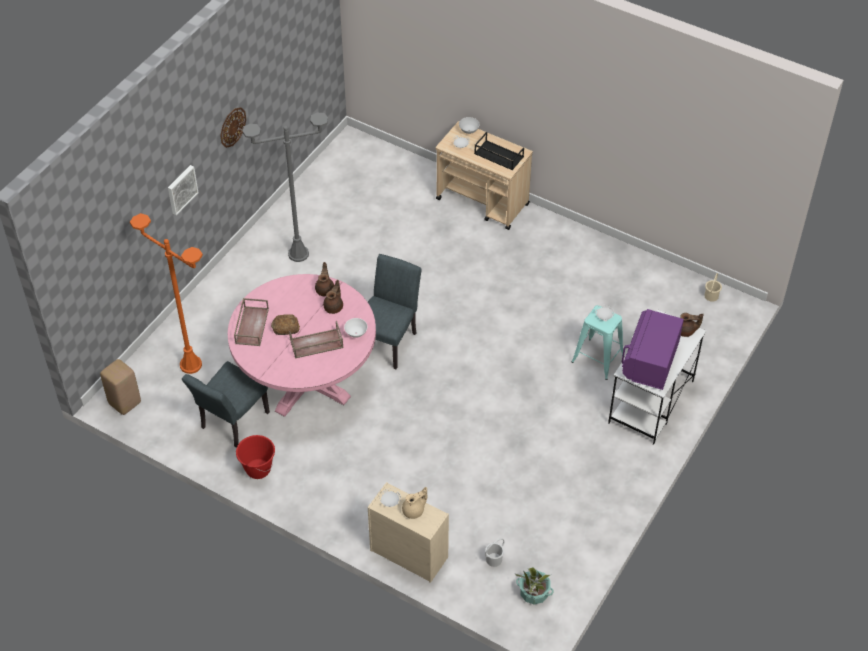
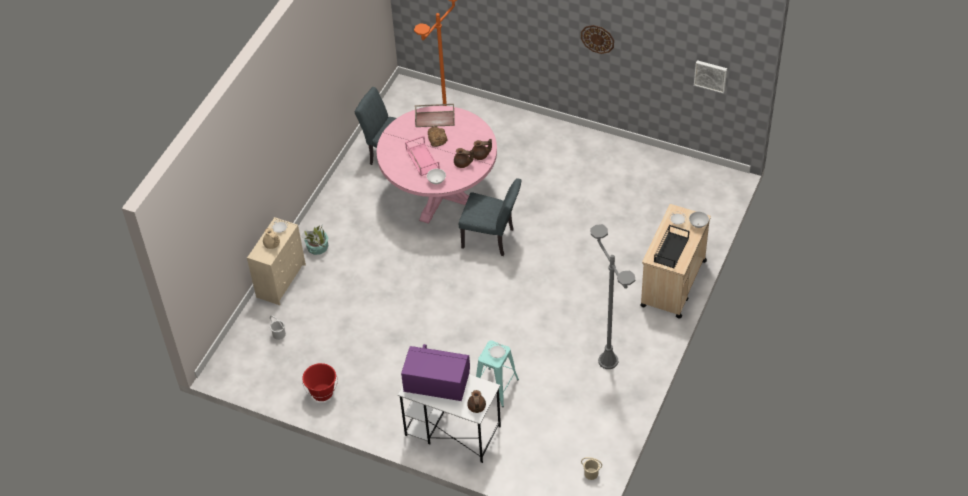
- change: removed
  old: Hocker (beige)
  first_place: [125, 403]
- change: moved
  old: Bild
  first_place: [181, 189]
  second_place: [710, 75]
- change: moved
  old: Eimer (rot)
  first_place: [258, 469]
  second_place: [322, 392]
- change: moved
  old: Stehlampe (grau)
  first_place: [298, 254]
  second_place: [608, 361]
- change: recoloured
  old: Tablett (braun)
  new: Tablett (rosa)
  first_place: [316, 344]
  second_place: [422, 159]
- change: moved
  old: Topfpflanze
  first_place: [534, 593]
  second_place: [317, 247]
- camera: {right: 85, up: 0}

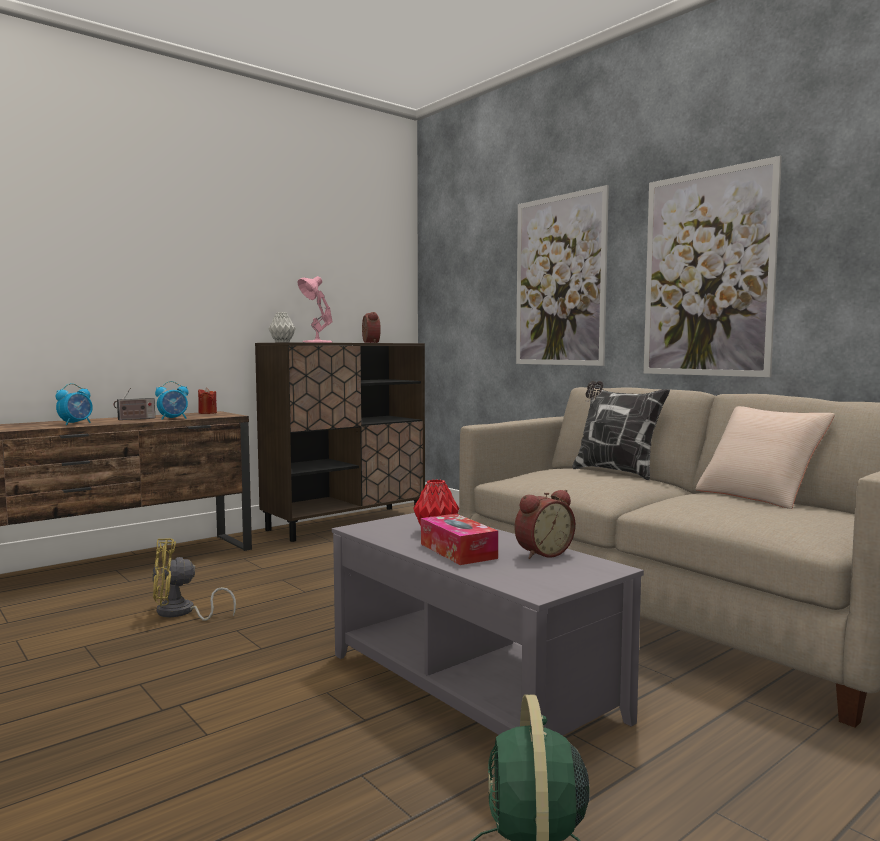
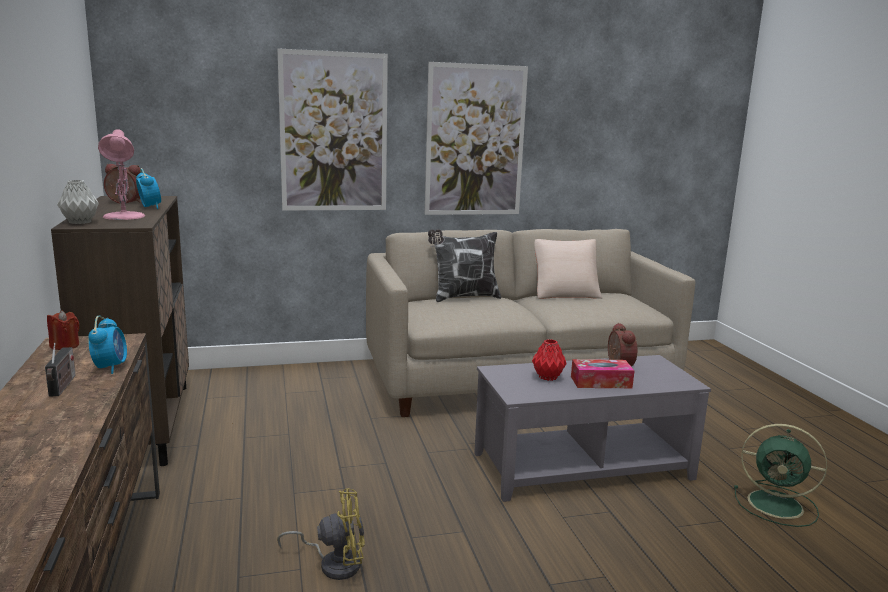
- change: moved
  old: Wecker
  first_place: [76, 423]
  second_place: [150, 207]
- change: turned
  old: Ventilator (gelb)
  first_place: [181, 613]
  second_place: [334, 563]
  degrees: -105
- camera: {right: -65, up: 10}

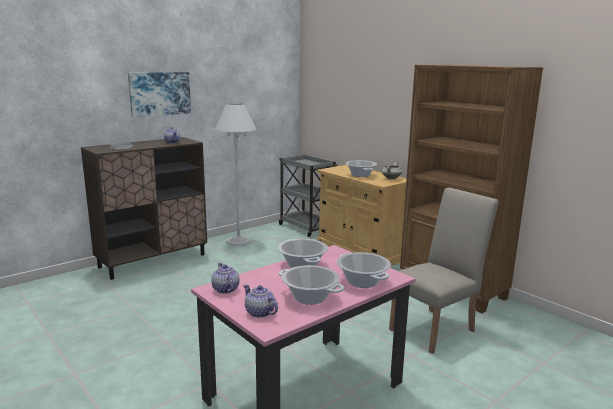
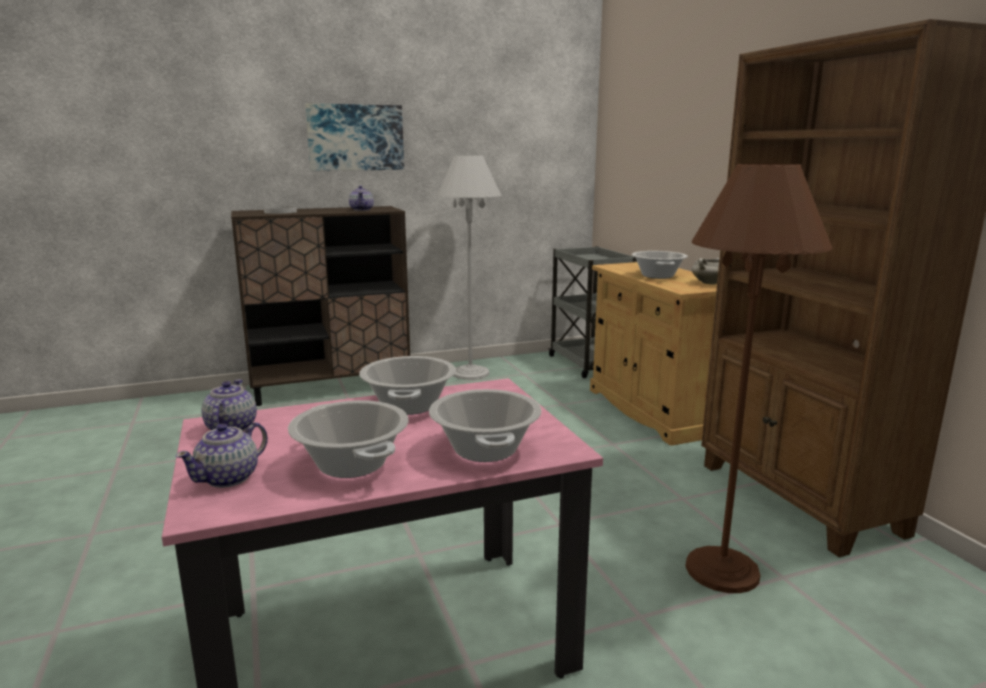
- change: turned
  old: Teekanne
  first_place: [260, 313]
  second_place: [229, 478]
  degrees: -120
- change: replaced
  old: Stuhl (beige)
  new: Stehlampe (braun)
  first_place: [436, 328]
  second_place: [722, 570]
- camera: {right: 20, up: 0}

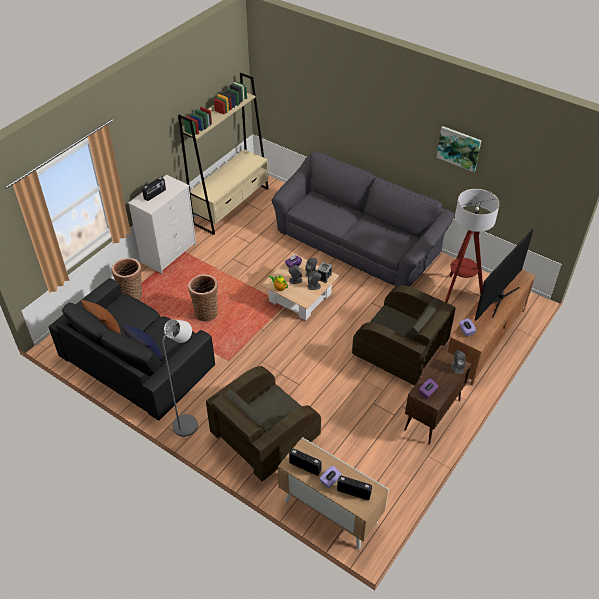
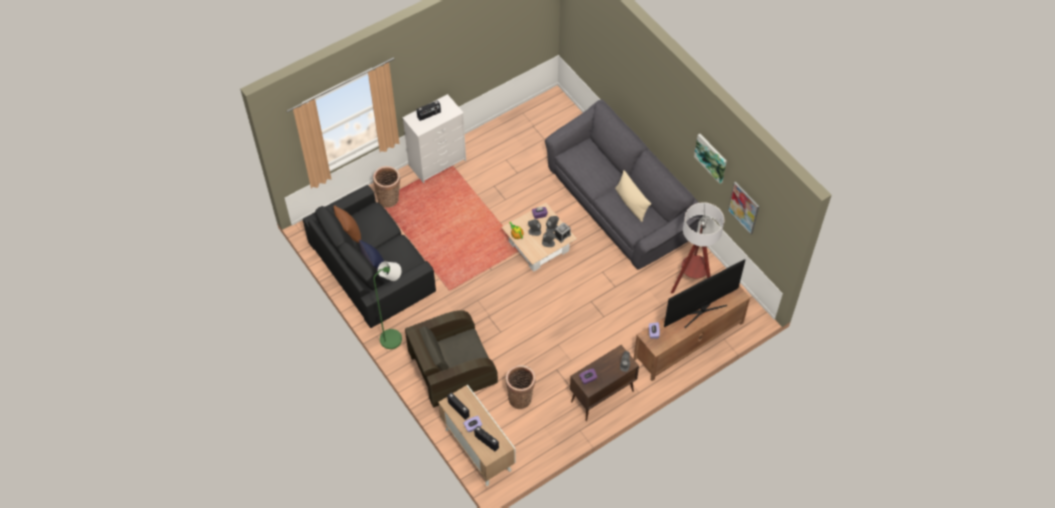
- change: recoloured
  old: Stehlampe (grau)
  new: Stehlampe (grün)
  first_place: [188, 422]
  second_place: [394, 337]
- change: removed
  old: Bücherregal (beige)
  first_place: [231, 206]
- change: moved
  old: Korb
  first_place: [206, 312]
  second_place: [520, 397]
- change: removed
  old: Sessel (braun)
  first_place: [401, 350]
- change: added
  new: Kissen (beige)
  second_place: [631, 203]
- change: added
  new: Bild
  second_place: [744, 207]
- camera: {right: 20, up: 10}

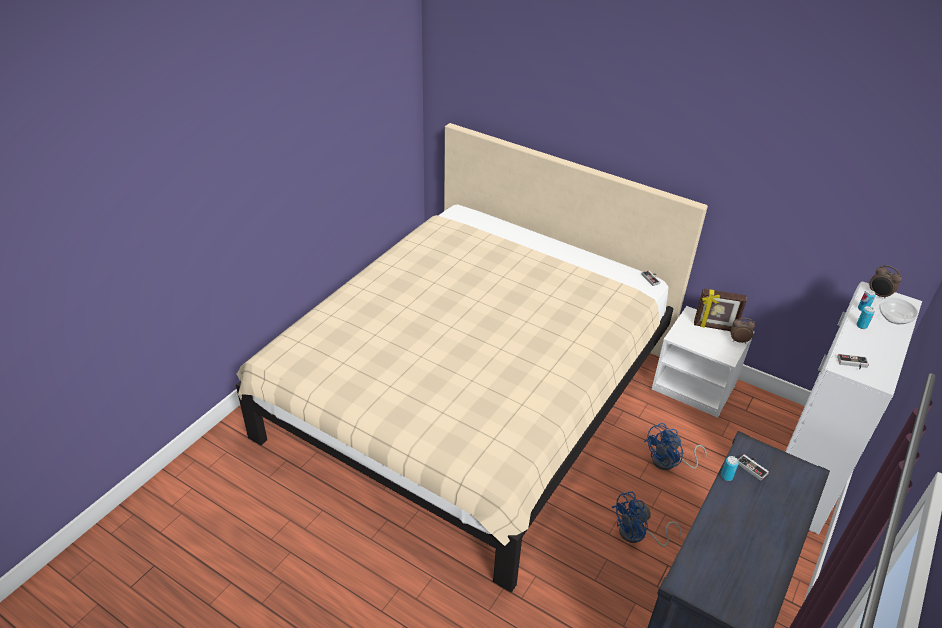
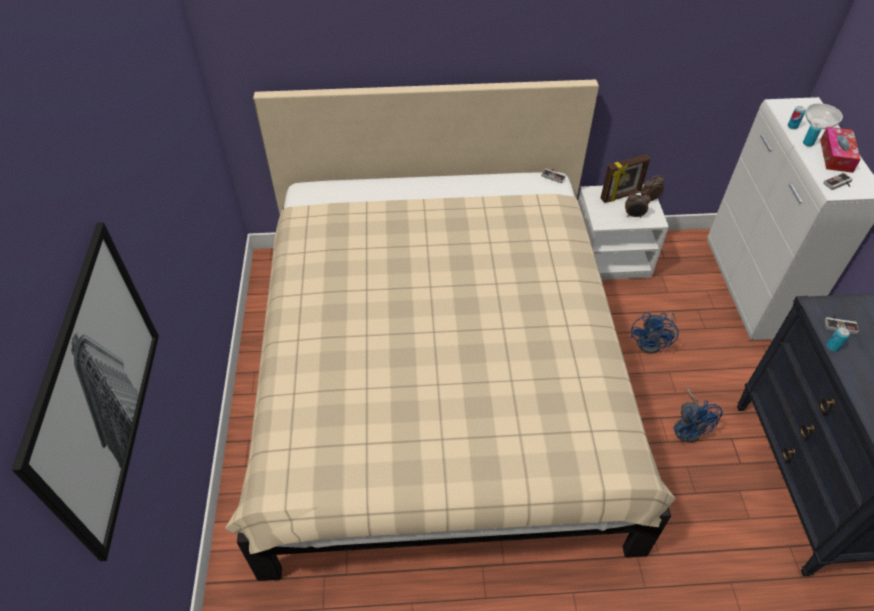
- change: turned
  old: Ventilator (blau)
  first_place: [637, 535]
  second_place: [688, 427]
  degrees: -45
- change: moved
  old: Wecker
  first_place: [878, 295]
  second_place: [634, 215]
- change: added
  new: Bild
  second_place: [98, 388]
- change: added
  new: Taschentuchbox
  second_place: [836, 156]
- camera: {right: -35, up: 10}

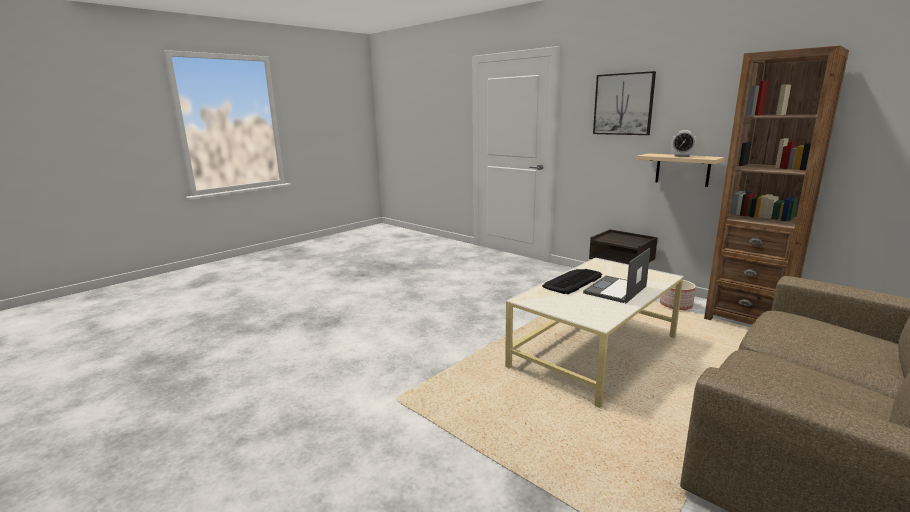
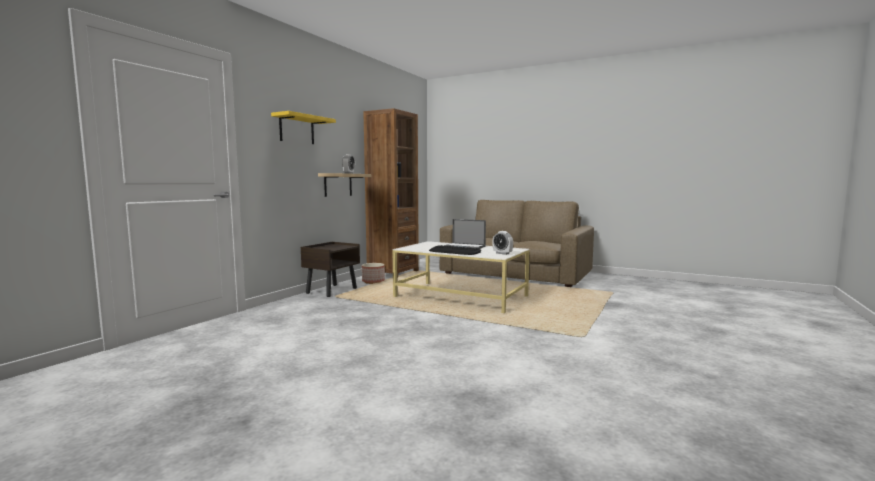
- change: replaced
  old: Bild
  new: Wandregal (gelb)
  first_place: [623, 104]
  second_place: [297, 129]
- change: added
  new: Wecker
  second_place: [502, 253]
- camera: {right: -105, up: -10}

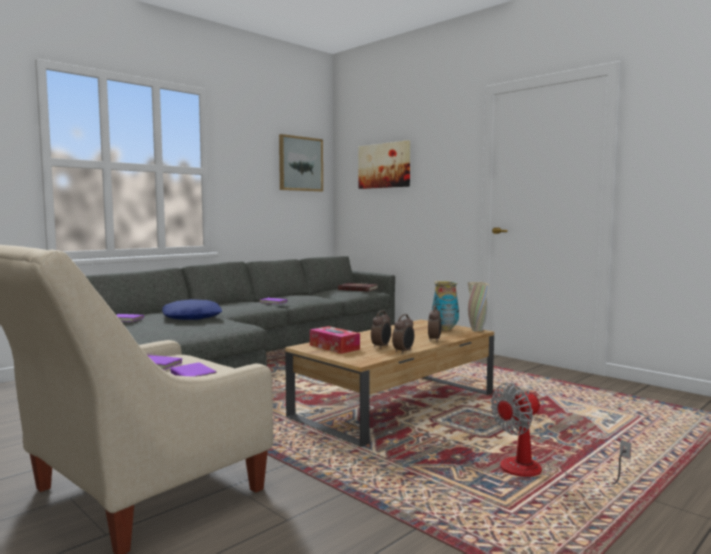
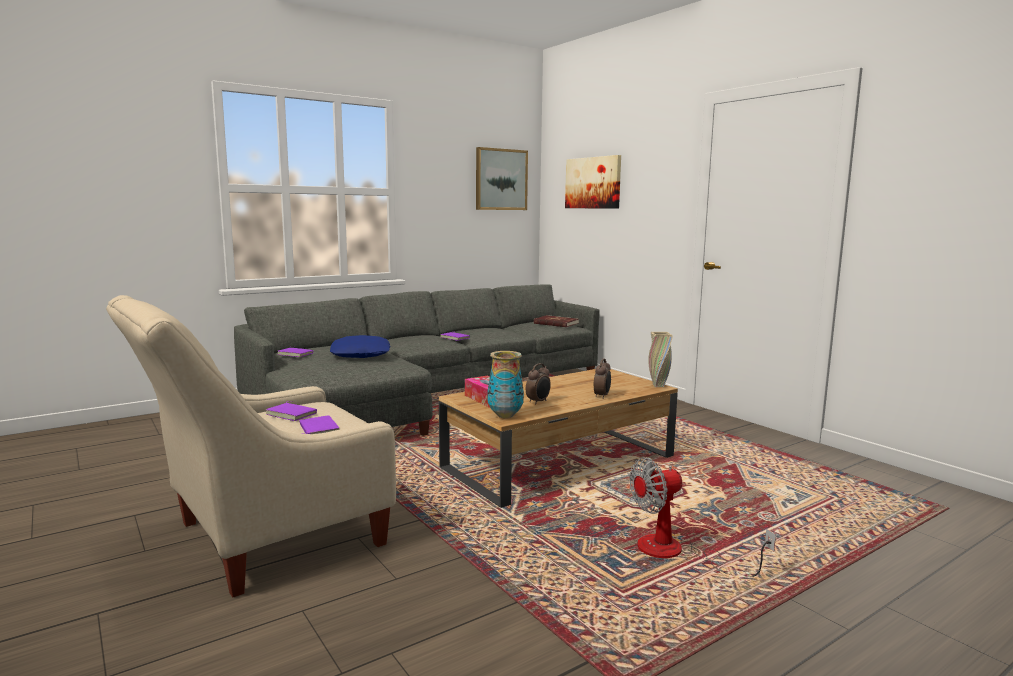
- change: removed
  old: Wecker
  first_place: [404, 352]
- change: moved
  old: Vase
  first_place: [444, 329]
  second_place: [505, 415]
- camera: {right: 10, up: 5}

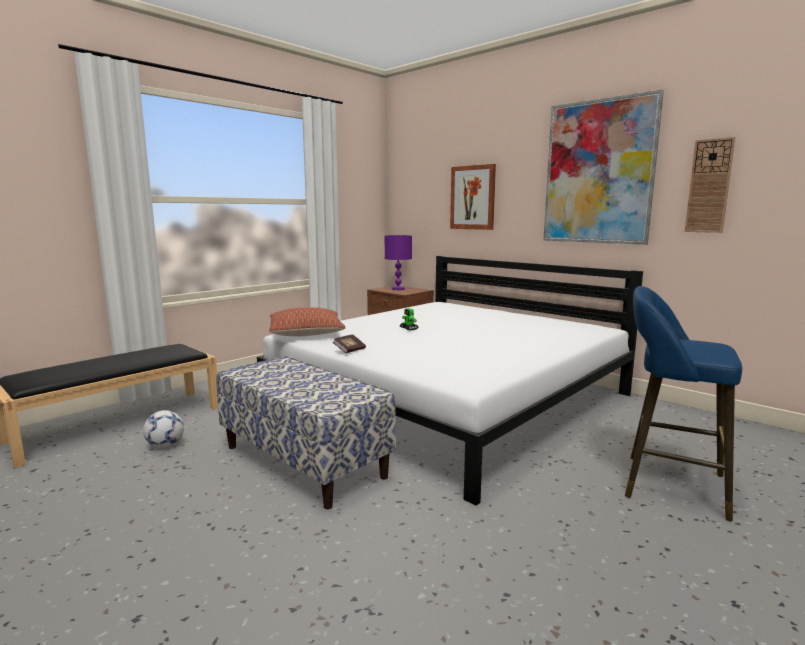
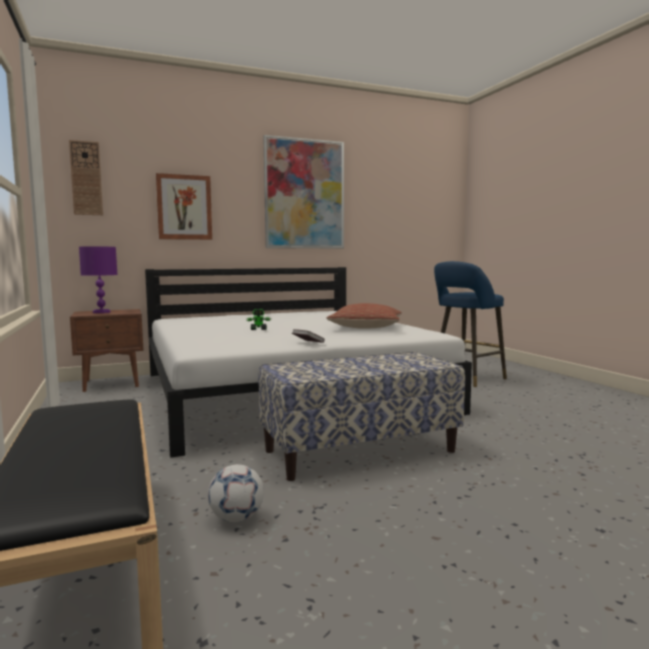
- change: moved
  old: Kissen
  first_place: [306, 333]
  second_place: [366, 327]
- change: moved
  old: Wanduhr
  first_place: [709, 186]
  second_place: [86, 178]
- camera: {right: -65, up: -5}

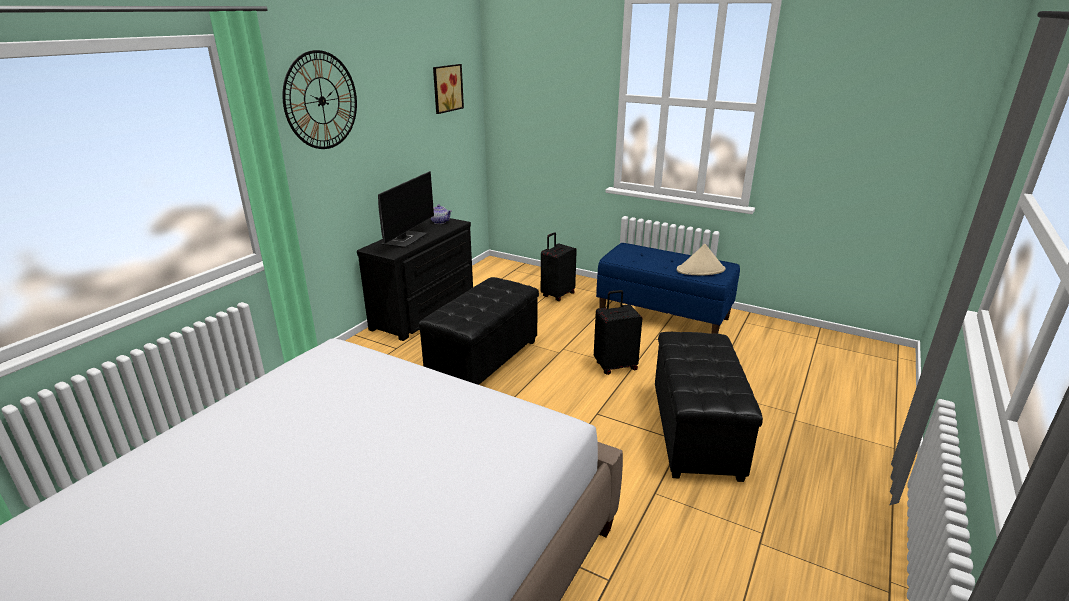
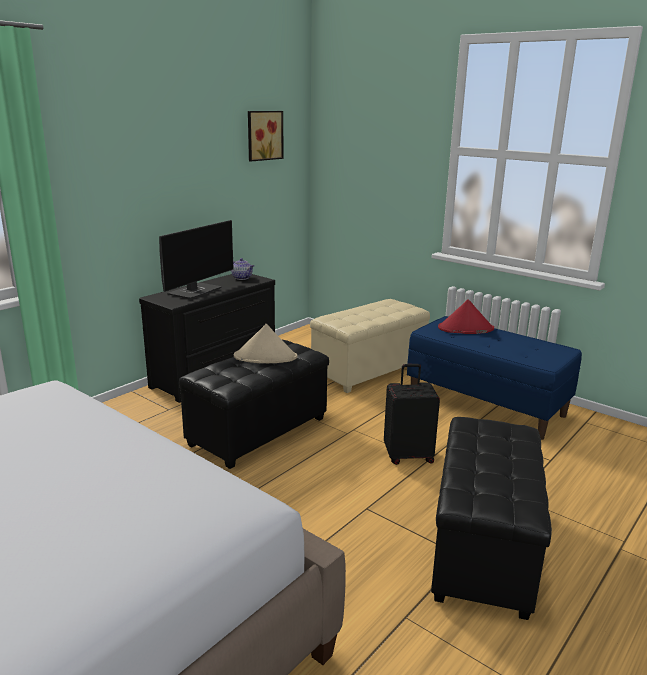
- change: removed
  old: Wanduhr
  first_place: [321, 100]
- change: replaced
  old: Koffer (schwarz)
  new: Polsterhocker (beige)
  first_place: [557, 295]
  second_place: [368, 371]
- change: moved
  old: Hut (beige)
  first_place: [701, 270]
  second_place: [265, 357]
- change: added
  new: Hut (rot)
  second_place: [465, 328]
- camera: {right: 10, up: -5}

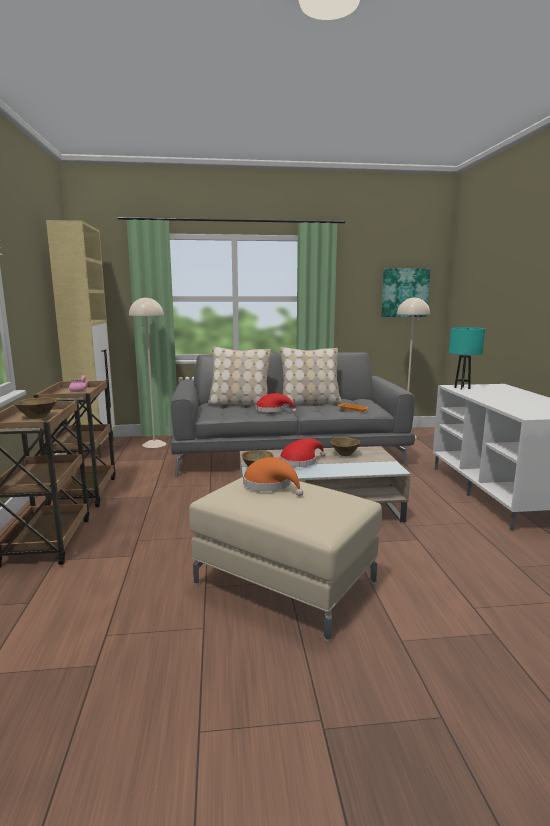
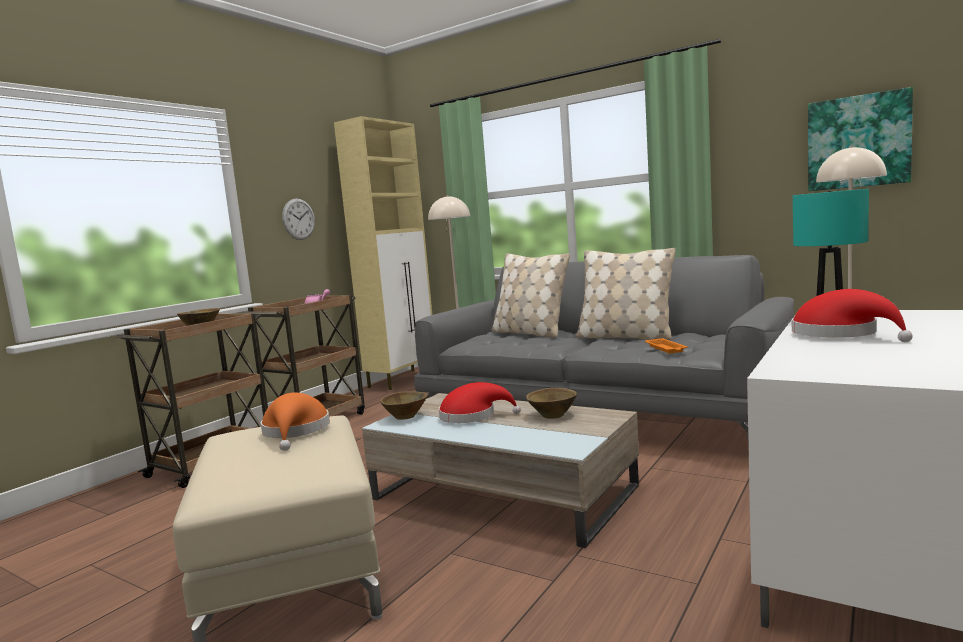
- change: moved
  old: Hut (rot)
  first_place: [272, 410]
  second_place: [840, 334]
- change: added
  new: Wanduhr
  second_place: [298, 219]
- camera: {right: 40, up: -5}

